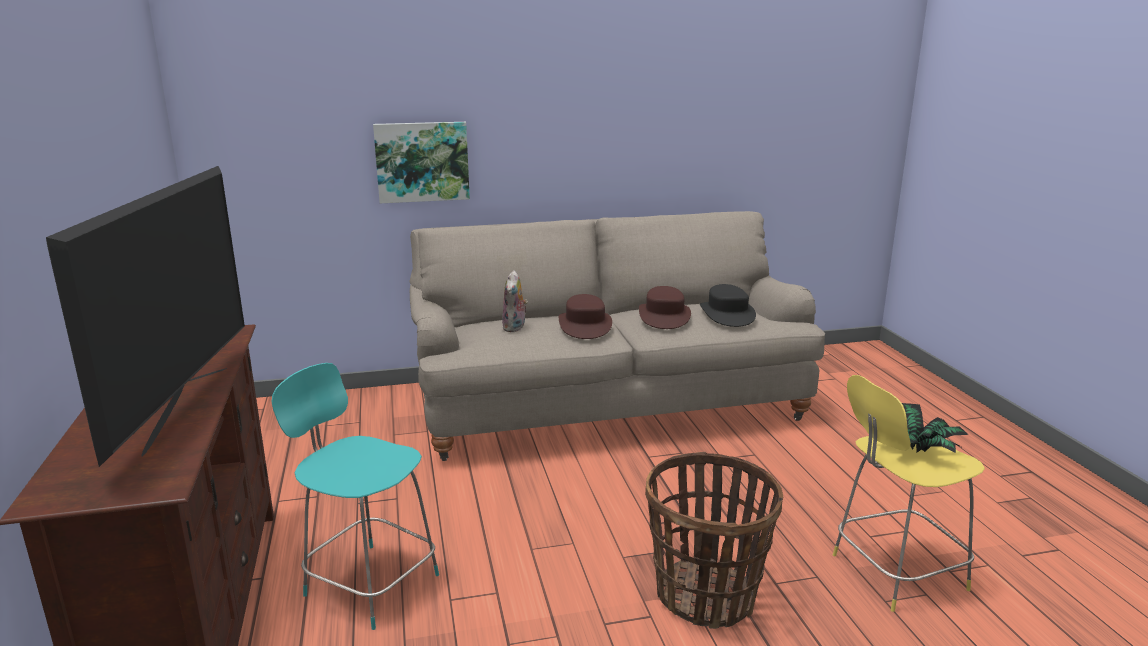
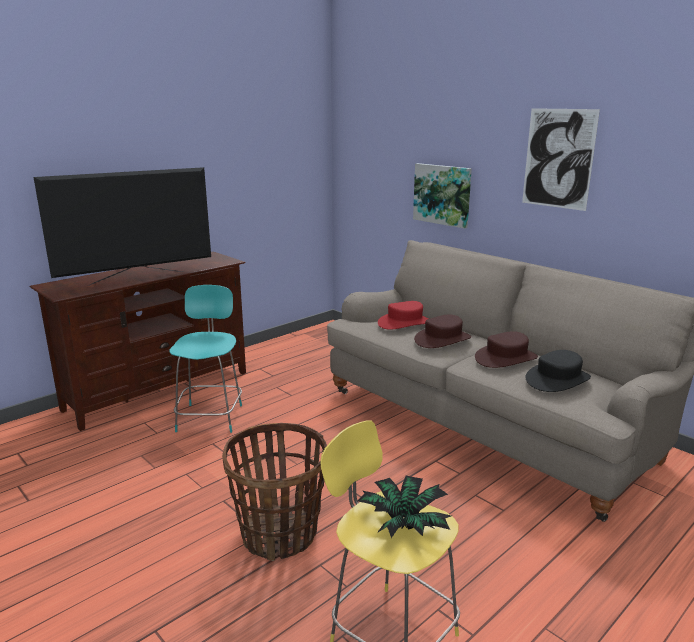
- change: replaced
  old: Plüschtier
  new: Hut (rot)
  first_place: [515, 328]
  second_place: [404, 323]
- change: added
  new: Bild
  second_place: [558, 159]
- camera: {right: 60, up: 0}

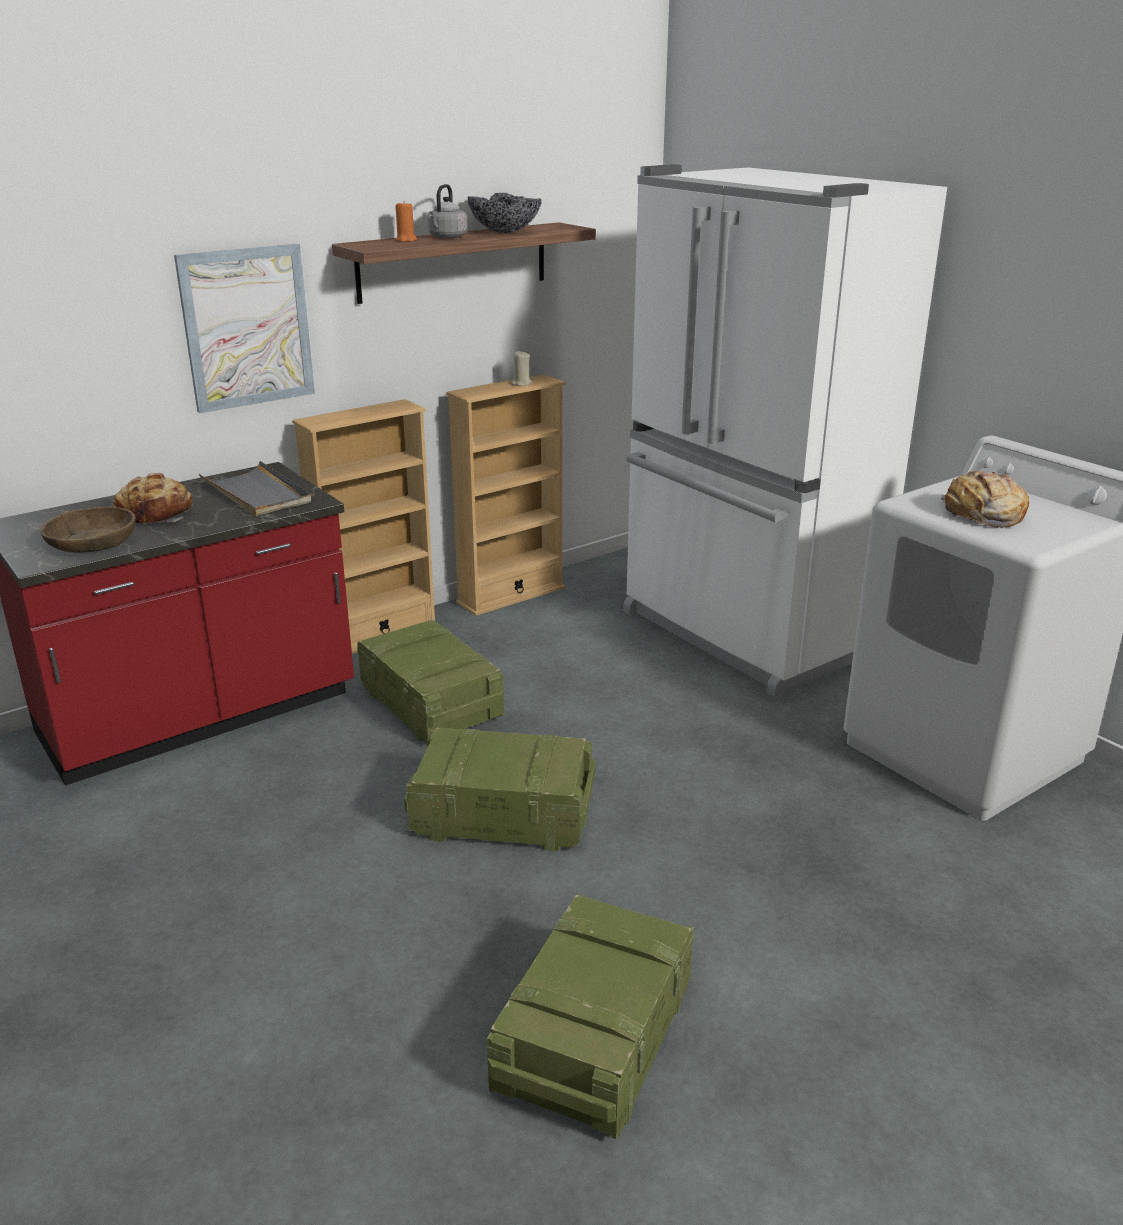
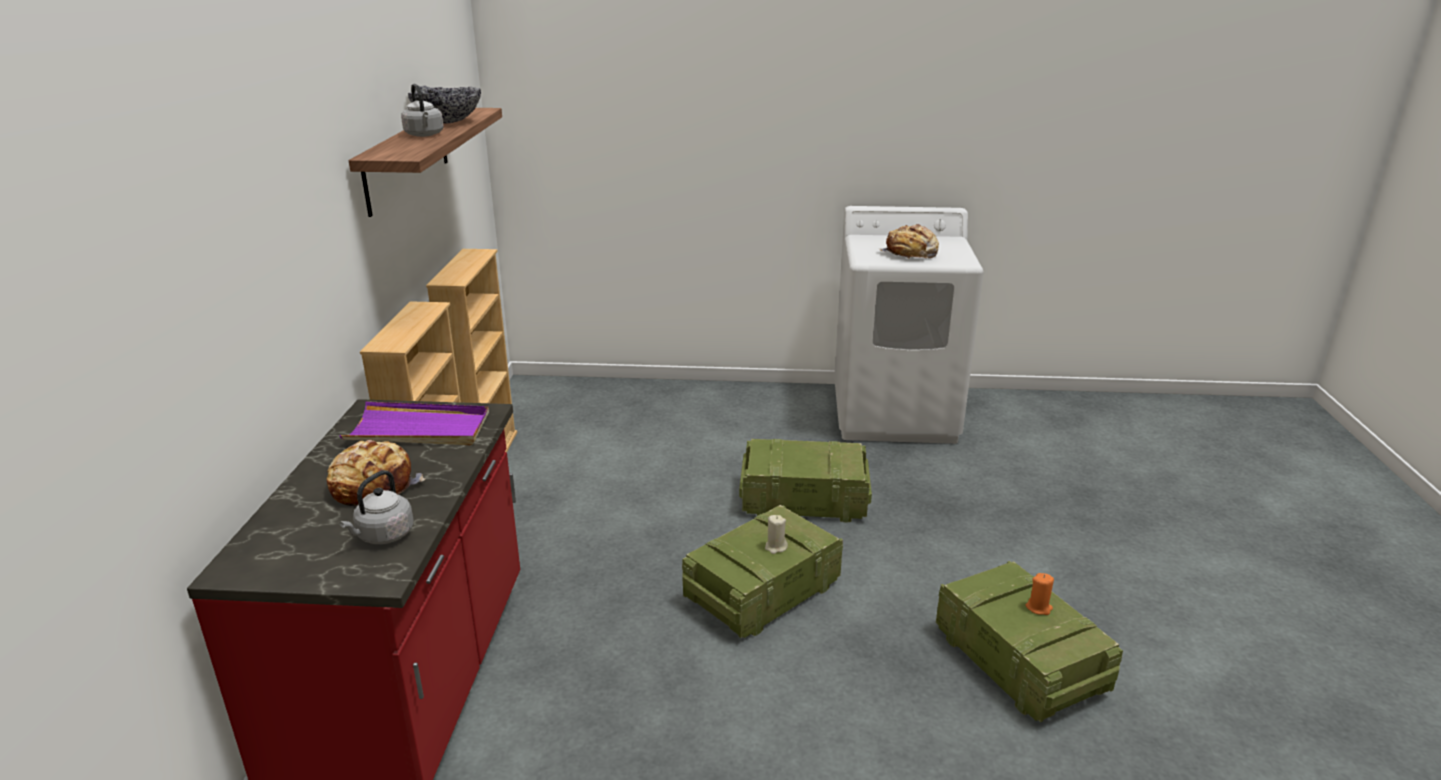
- change: replaced
  old: Schüssel (braun)
  new: Wasserkessel (grau)
  first_place: [91, 543]
  second_place: [383, 536]
- change: removed
  old: Bild
  first_place: [247, 327]
- change: recoloured
  old: Tablett (grau)
  new: Tablett (lila)
  first_place: [257, 494]
  second_place: [419, 429]
- change: moved
  old: Kiste
  first_place: [432, 705]
  second_place: [806, 500]
- change: moved
  old: Kerze (orange)
  first_place: [406, 240]
  second_place: [1038, 608]
- change: moved
  old: Kerze (beige)
  first_place: [521, 384]
  second_place: [775, 547]
- change: removed
  old: Kühlschrank (weiß)
  first_place: [743, 634]
- camera: {right: -50, up: 0}

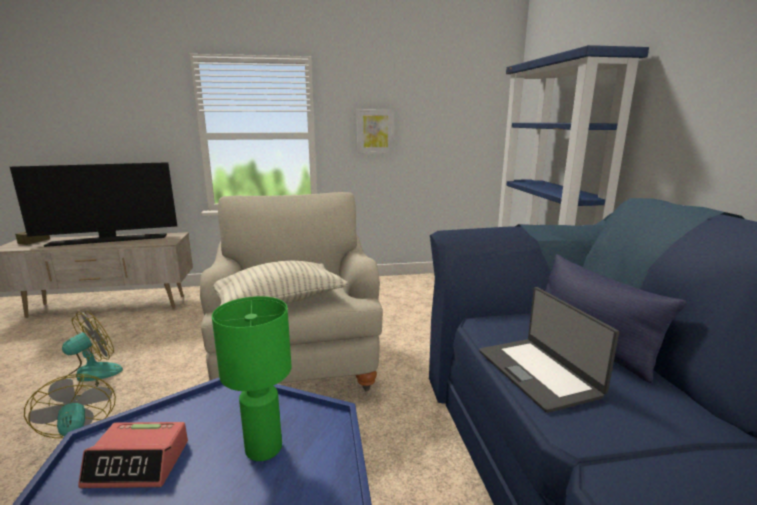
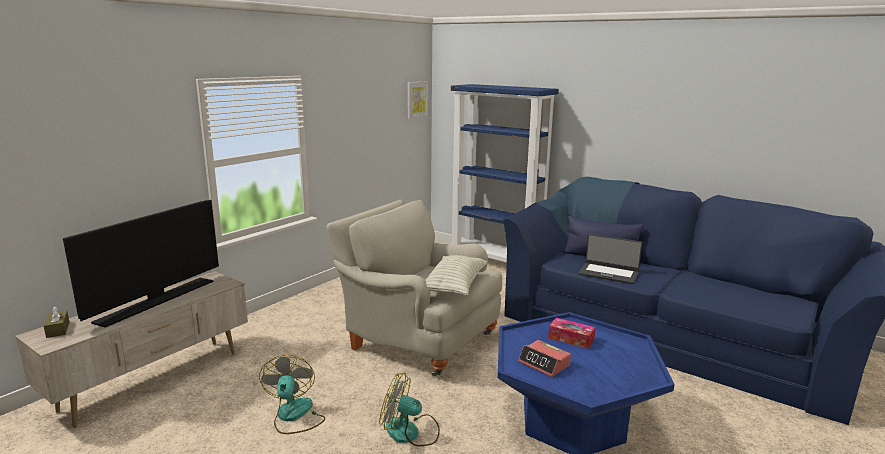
- change: turned
  old: Wecker
  first_place: [138, 463]
  second_place: [544, 364]
  degrees: 90
- change: replaced
  old: Tischlampe (grün)
  new: Taschentuchbox
  first_place: [264, 449]
  second_place: [571, 339]
- change: moved
  old: Bild
  first_place: [375, 131]
  second_place: [417, 99]
- camera: {right: -45, up: 0}

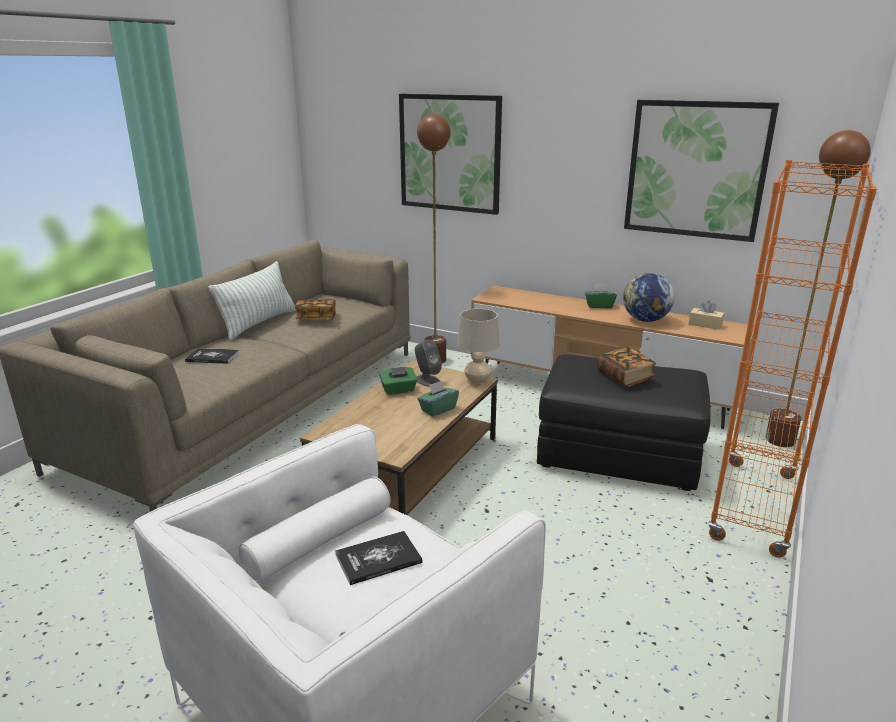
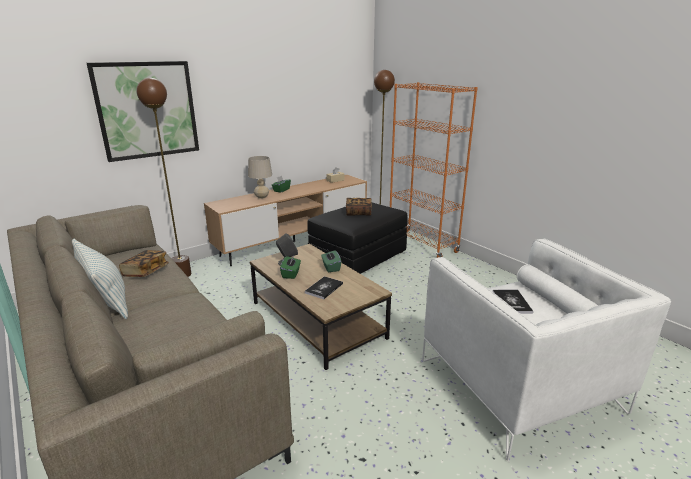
- change: moved
  old: Buch
  first_place: [212, 357]
  second_place: [324, 288]
- change: moved
  old: Tischlampe (beige)
  first_place: [477, 381]
  second_place: [262, 197]
- change: removed
  old: Globus
  first_place: [645, 320]
- change: removed
  old: Bild
  first_place: [696, 170]
- camera: {right: -65, up: 0}

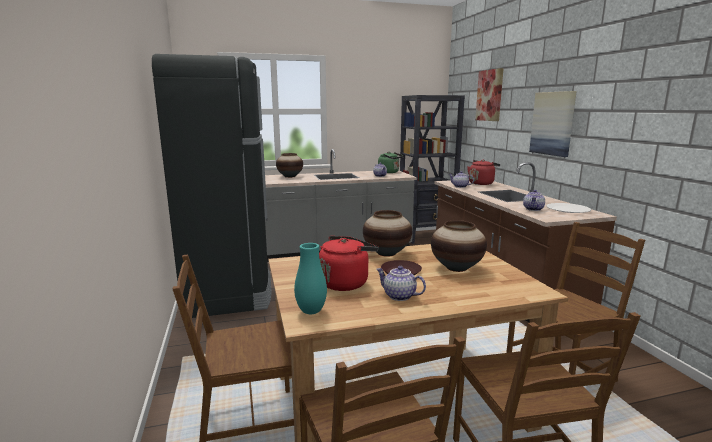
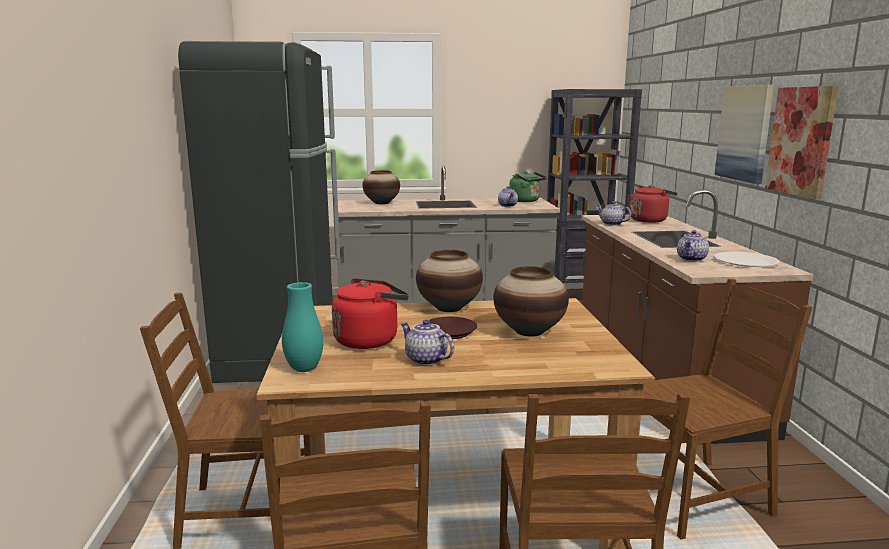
- change: moved
  old: Bild
  first_place: [489, 95]
  second_place: [801, 141]
- camera: {right: 10, up: 0}

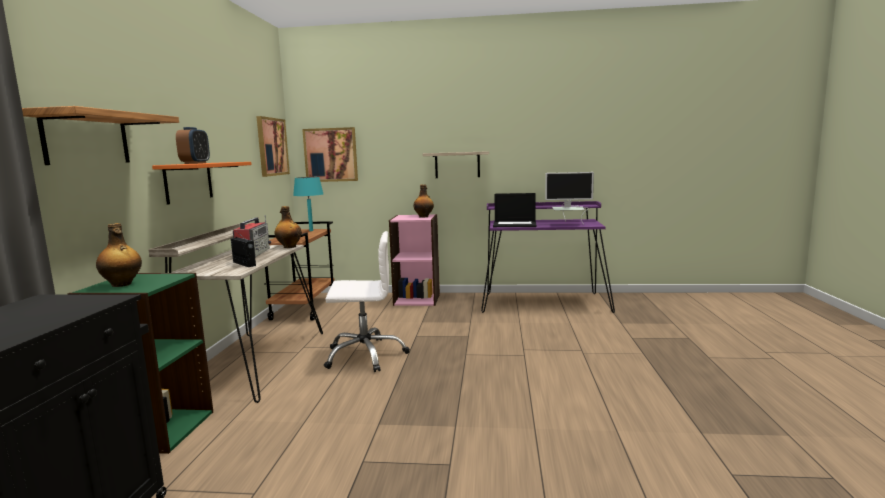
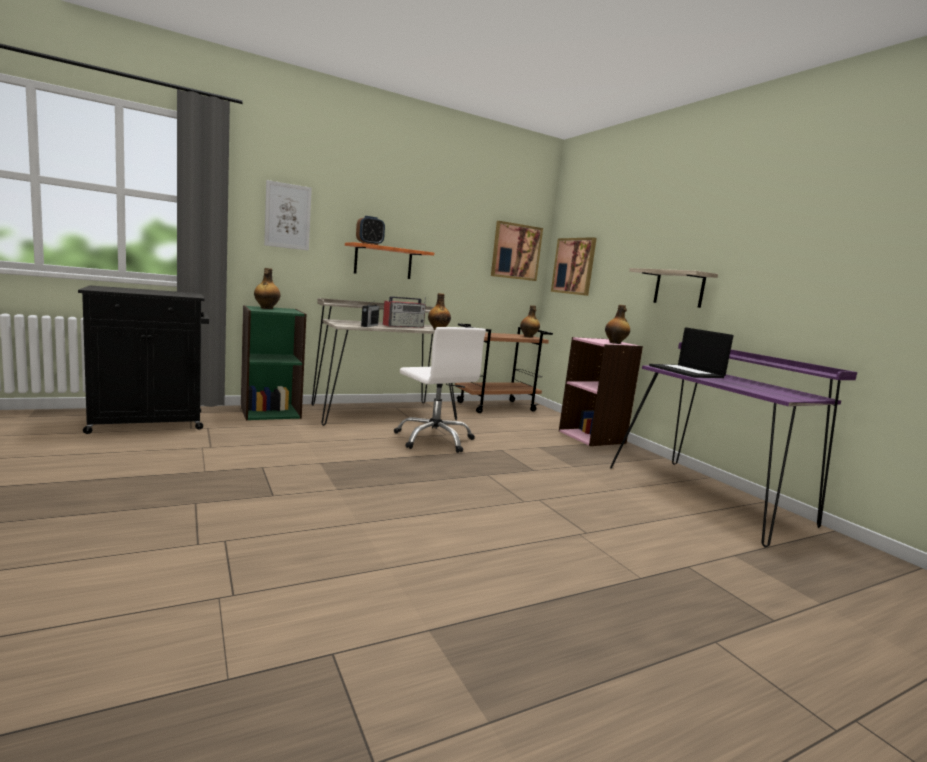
- change: replaced
  old: Wandregal
  new: Bild
  first_place: [87, 139]
  second_place: [287, 216]
- change: replaced
  old: Tischlampe (türkis)
  new: Flasche
  first_place: [311, 230]
  second_place: [528, 336]
- change: removed
  old: Monitor
  first_place: [568, 224]
- camera: {right: 55, up: 0}

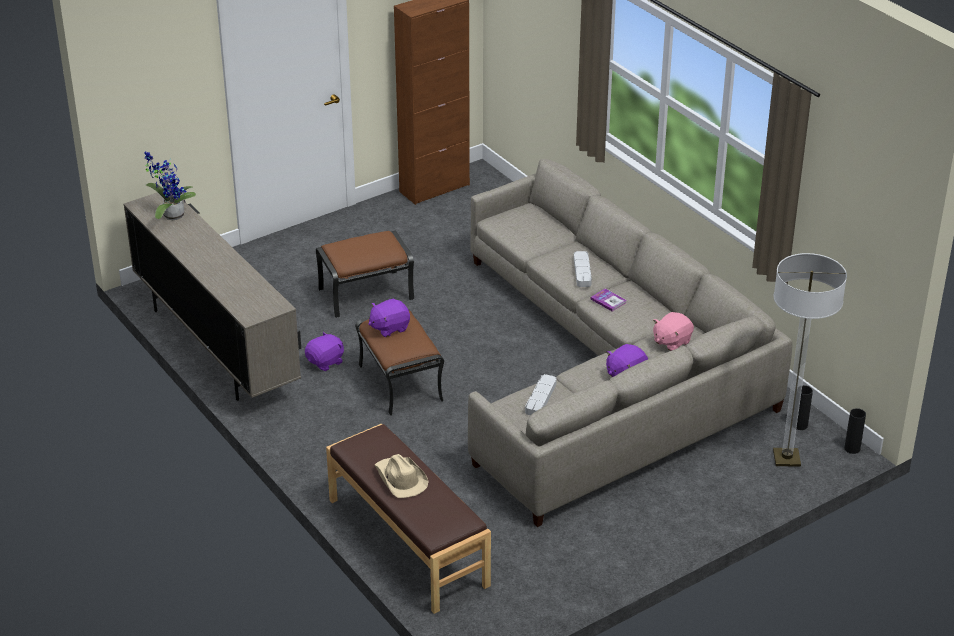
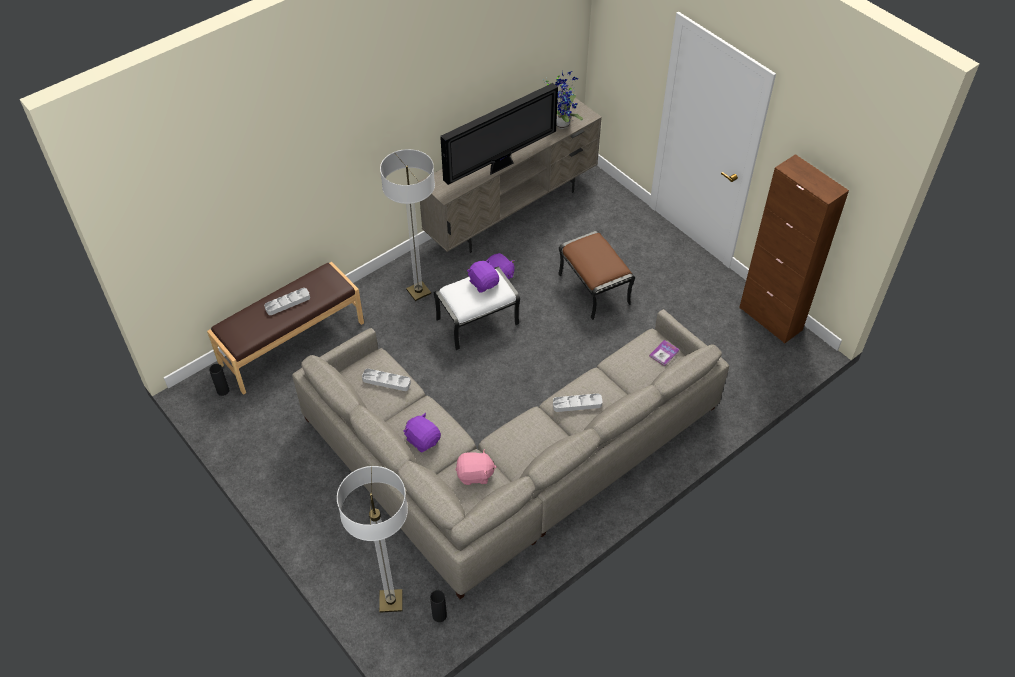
- change: recoloured
  old: Polsterhocker (braun)
  new: Polsterhocker (weiß)
  first_place: [401, 383]
  second_place: [477, 322]
- change: replaced
  old: Hut (beige)
  new: Tablett (grau)
  first_place: [400, 479]
  second_place: [287, 303]
- change: moved
  old: Buch
  first_place: [608, 301]
  second_place: [664, 353]
- change: turned
  old: Plüschtier (rosa)
  first_place: [671, 342]
  second_place: [475, 475]
  degrees: 135
- change: moved
  old: Vase (schwarz)
  first_place: [852, 448]
  second_place: [223, 390]
- change: added
  new: Stehlampe
  second_place: [418, 292]
- change: added
  new: Fernseher
  second_place: [501, 166]
- camera: {right: 85, up: 15}

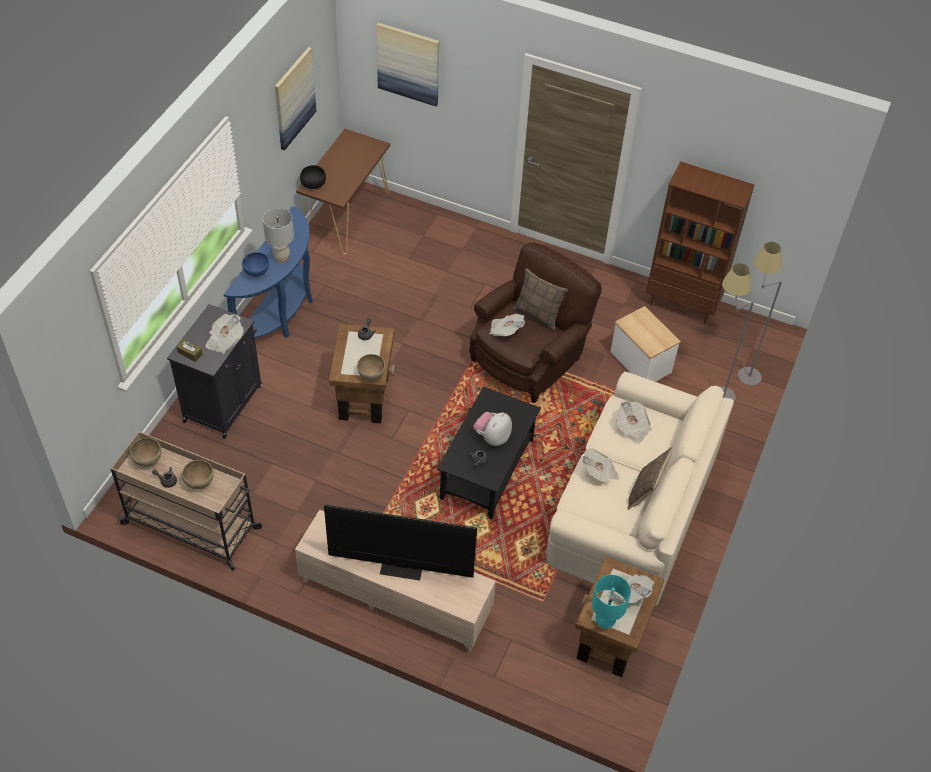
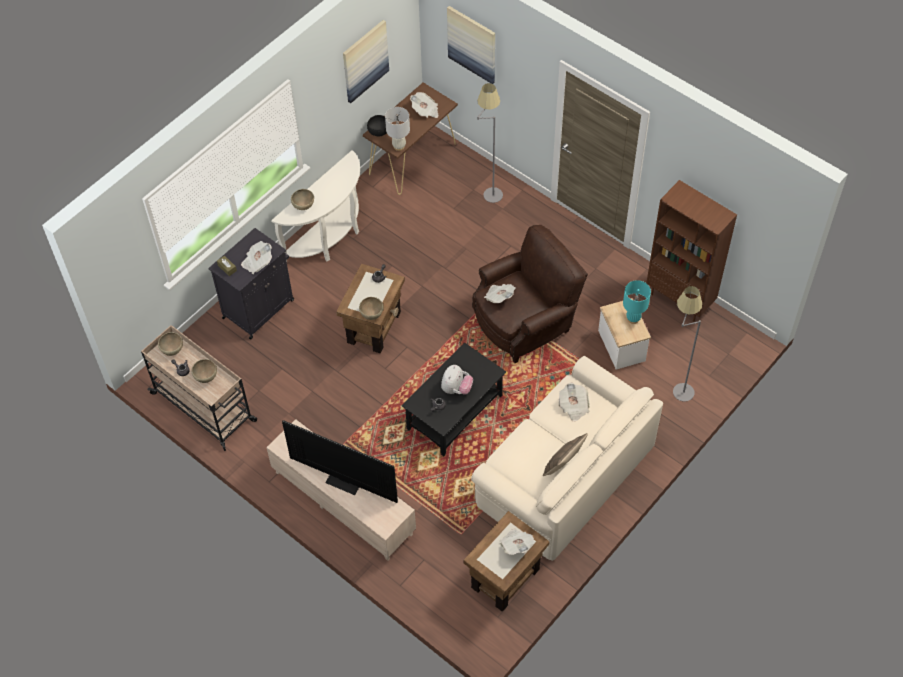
- change: recoloured
  old: Konsolentisch (blau)
  new: Konsolentisch (weiß)
  first_place: [282, 313]
  second_place: [330, 238]
- change: recoloured
  old: Schüssel (blau)
  new: Schüssel (braun)
  first_place: [257, 273]
  second_place: [303, 206]
- change: moved
  old: Tischlampe (weiß)
  first_place: [281, 257]
  second_place: [399, 146]
- change: turned
  old: Plüschtier
  first_place: [492, 437]
  second_place: [456, 388]
  degrees: 150
- change: removed
  old: Kissen
  first_place: [537, 315]
- change: moved
  old: Zeitung
  first_place: [599, 472]
  second_place: [425, 111]
- change: moved
  old: Tischlampe (türkis)
  first_place: [605, 622]
  second_place: [633, 318]
- change: moved
  old: Stehlampe (grau)
  first_place: [741, 369]
  second_place: [489, 188]
- camera: {right: 20, up: 5}

